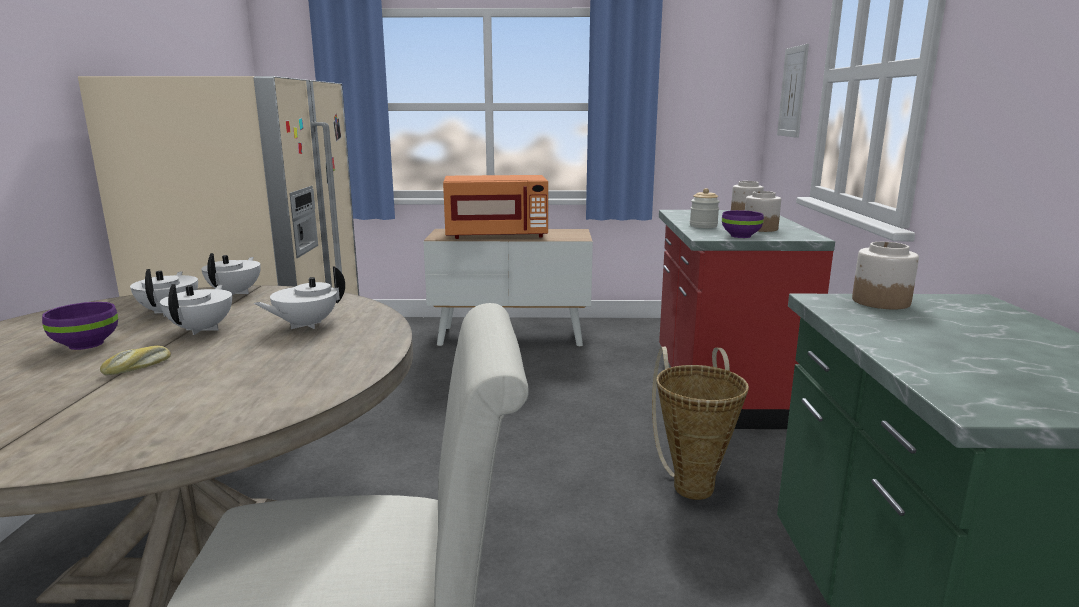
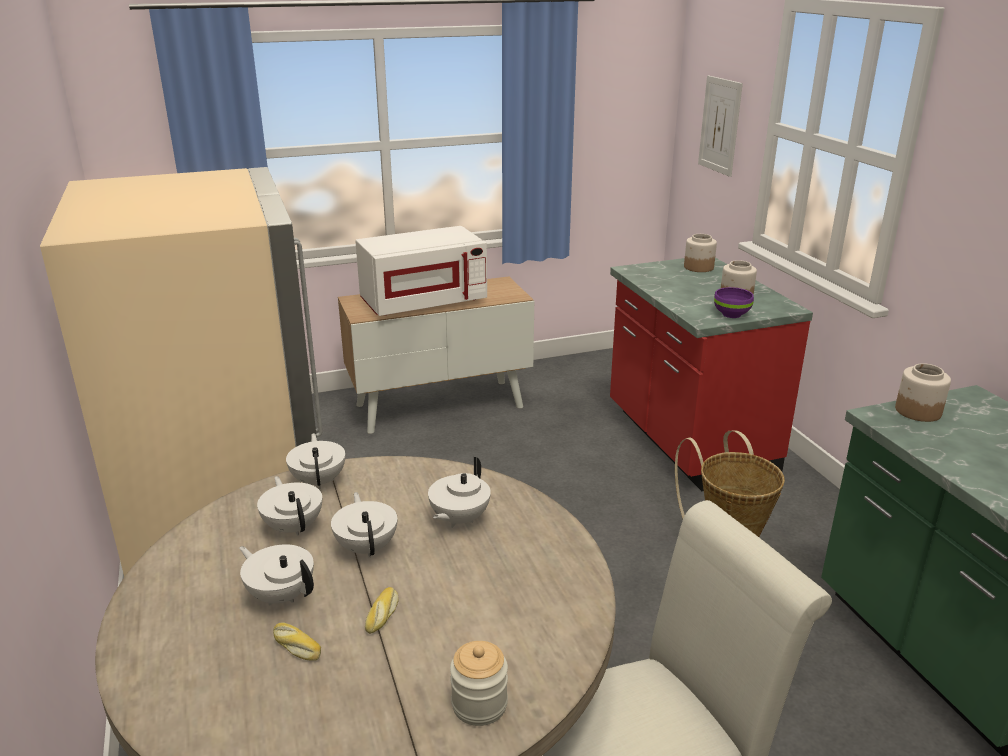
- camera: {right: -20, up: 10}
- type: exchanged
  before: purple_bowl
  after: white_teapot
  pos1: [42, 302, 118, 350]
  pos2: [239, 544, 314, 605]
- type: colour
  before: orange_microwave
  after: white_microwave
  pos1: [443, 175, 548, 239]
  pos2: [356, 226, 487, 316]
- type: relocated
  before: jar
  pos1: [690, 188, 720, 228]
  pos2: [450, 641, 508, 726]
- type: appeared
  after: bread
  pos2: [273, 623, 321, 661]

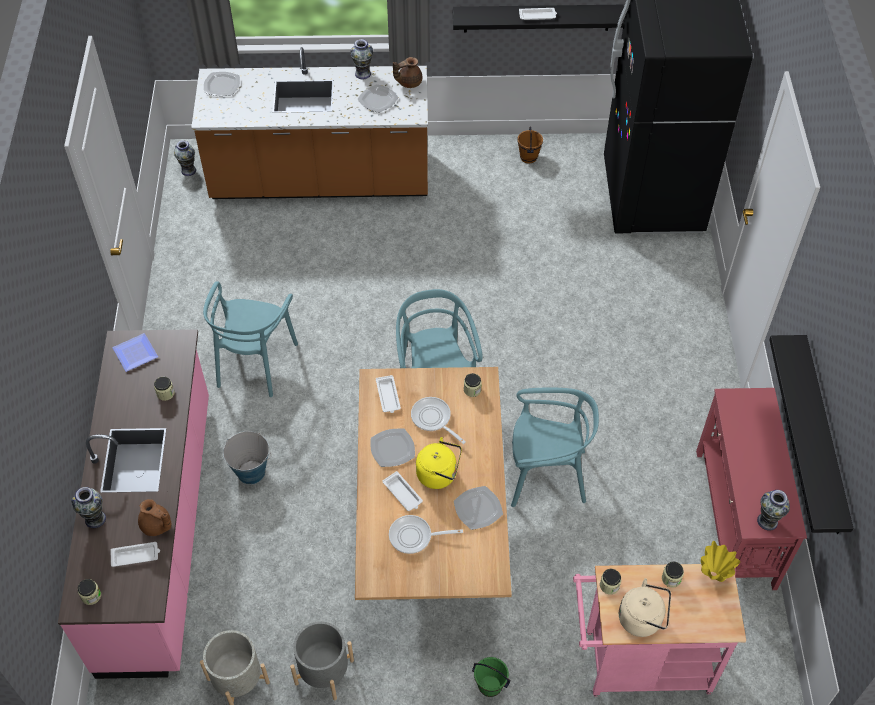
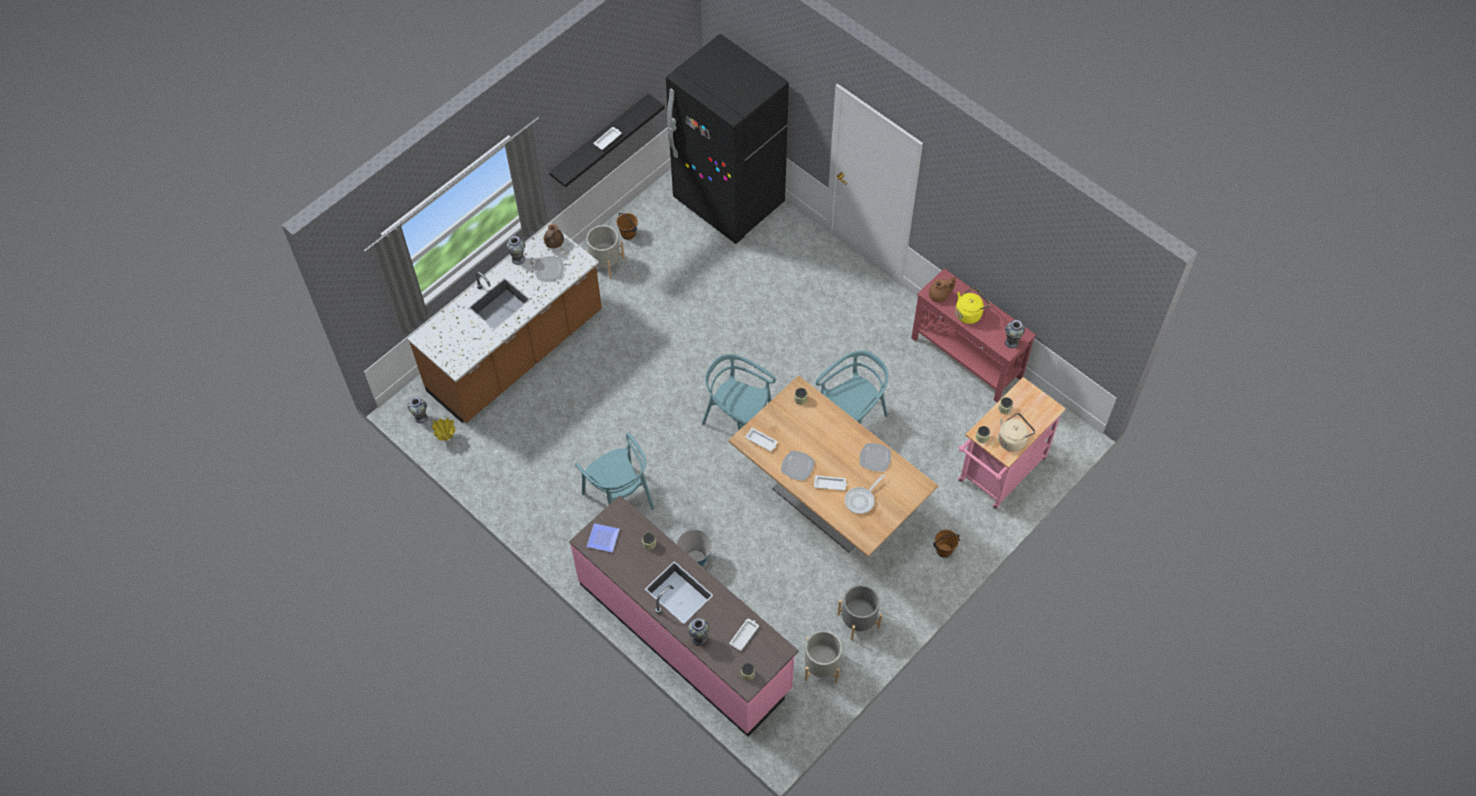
- camera: {right: -45, up: 5}
- type: relocated
  before: brown_teapot
  pos1: [138, 499, 171, 536]
  pos2: [929, 277, 956, 302]
- type: missing
  before: plate
  pos1: [204, 72, 240, 96]
- type: missing
  before: frying_pan
  pos1: [411, 397, 466, 444]
- type: relocated
  before: yellow_kettle
  pos1: [416, 437, 462, 489]
  pos2: [955, 288, 990, 324]
- type: colour
  before: green_bucket
  after: brown_bucket
  pos1: [472, 657, 511, 697]
  pos2: [933, 530, 960, 558]
- type: relocated
  before: yellow_vase
  pos1: [701, 541, 740, 582]
  pos2: [432, 417, 455, 441]
- type: missing
  before: black_shelf
  pos1: [769, 335, 853, 534]
- type: appeared
  after: grey_planter
  pos2: [585, 225, 625, 279]

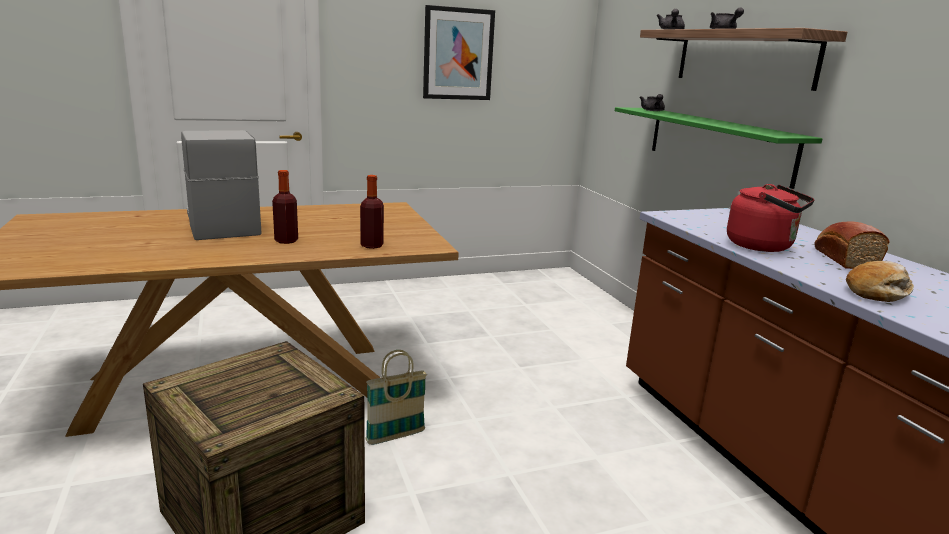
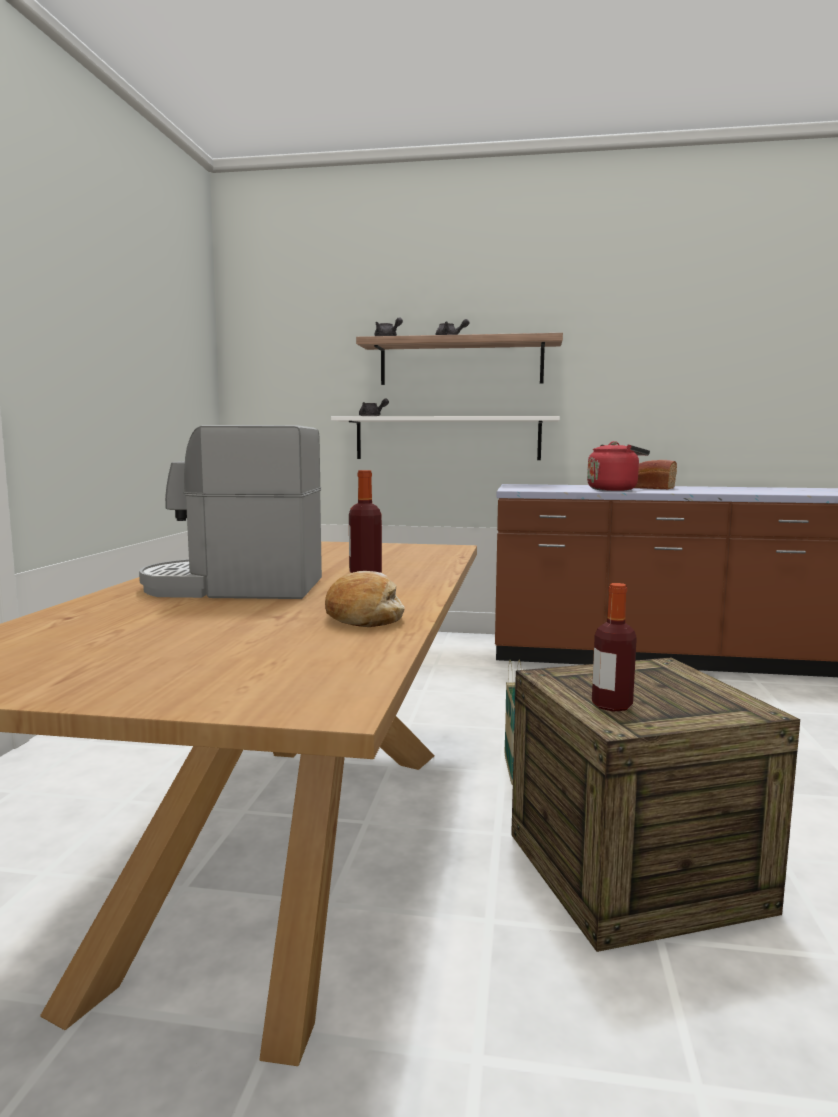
- camera: {right: -60, up: -10}
- type: relocated
  before: bottle
  pos1: [360, 175, 384, 249]
  pos2: [592, 583, 637, 712]
- type: missing
  before: picture
  pos1: [423, 5, 495, 100]
- type: colour
  before: green_shelf
  after: white_shelf
  pos1: [615, 107, 823, 189]
  pos2: [331, 416, 560, 460]
- type: relocated
  before: bread
  pos1: [846, 261, 914, 302]
  pos2: [325, 571, 405, 627]

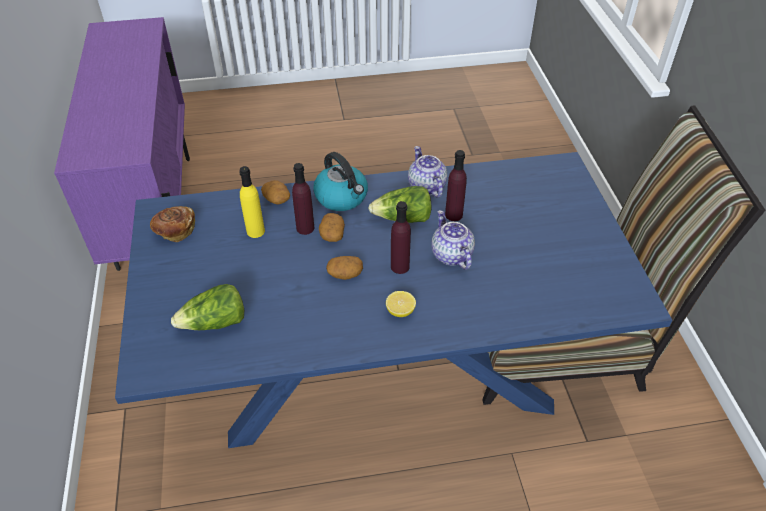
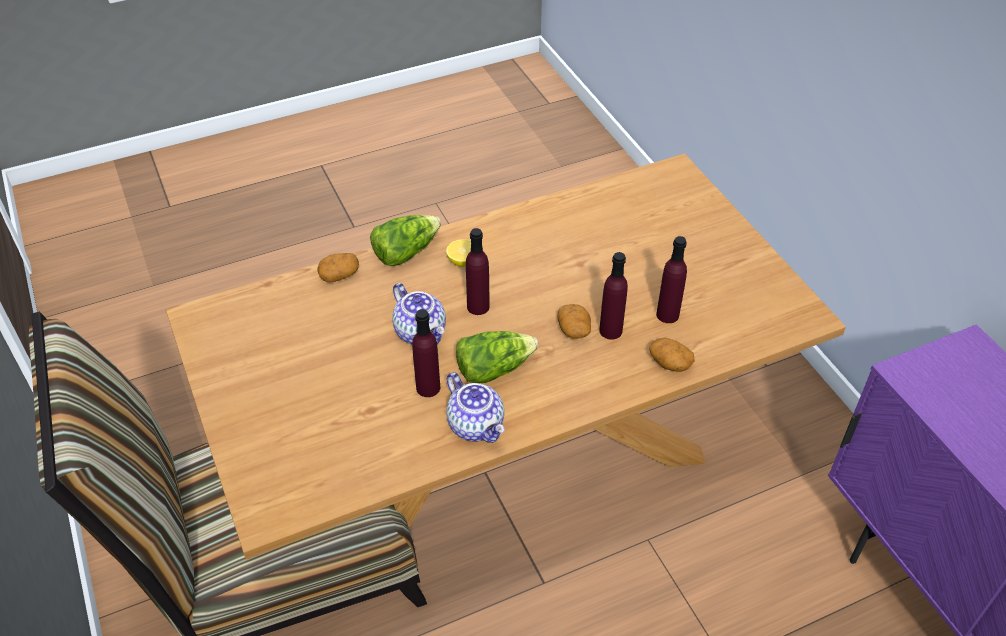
- camera: {right: 165, up: 0}
- type: colour
  before: blue_dining_table
  after: brown_dining_table
  pos1: [115, 152, 672, 448]
  pos2: [166, 154, 846, 560]
- type: missing
  before: bread
  pos1: [150, 206, 195, 242]
- type: relocated
  before: lettuce
  pos1: [171, 284, 244, 330]
  pos2: [370, 215, 441, 266]
- type: colour
  before: yellow_bottle
  after: purple_bottle
  pos1: [239, 166, 265, 238]
  pos2: [656, 236, 687, 323]
- type: missing
  before: kettle
  pos1: [313, 152, 368, 211]
- type: relocated
  before: potato
  pos1: [326, 256, 363, 280]
  pos2: [317, 253, 359, 282]

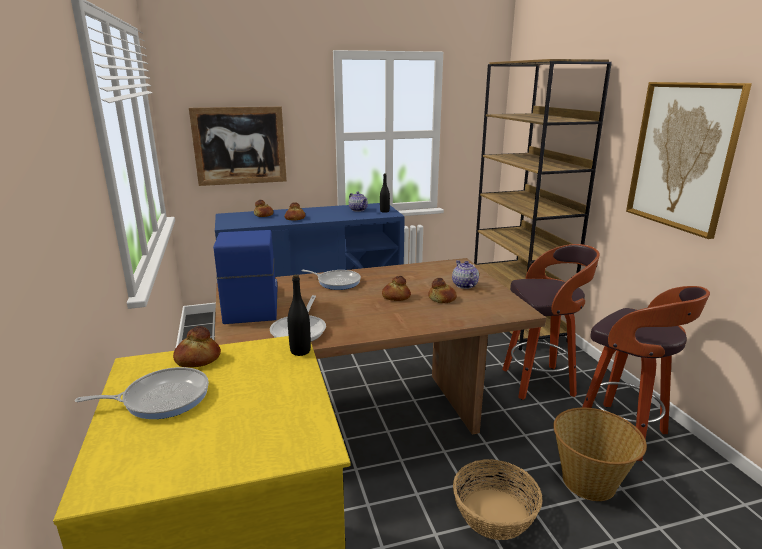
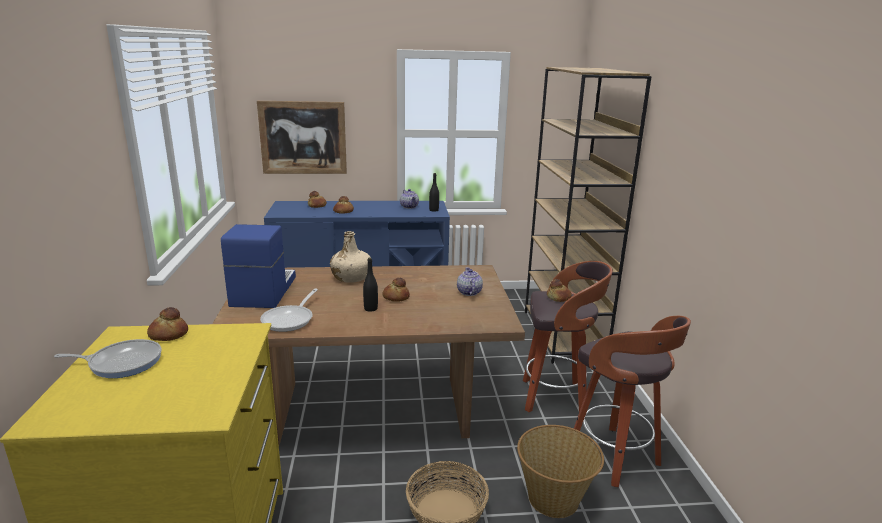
- camera: {right: 10, up: 0}
- type: relocated
  before: black_bottle
  pos1: [288, 275, 311, 356]
  pos2: [363, 258, 378, 312]
- type: exchanged
  before: frying_pan
  after: beige_bottle
  pos1: [301, 270, 361, 290]
  pos2: [330, 231, 371, 283]
- type: relocated
  before: bread
  pos1: [428, 278, 457, 303]
  pos2: [547, 279, 572, 302]
- type: missing
  before: picture
  pos1: [626, 82, 752, 239]

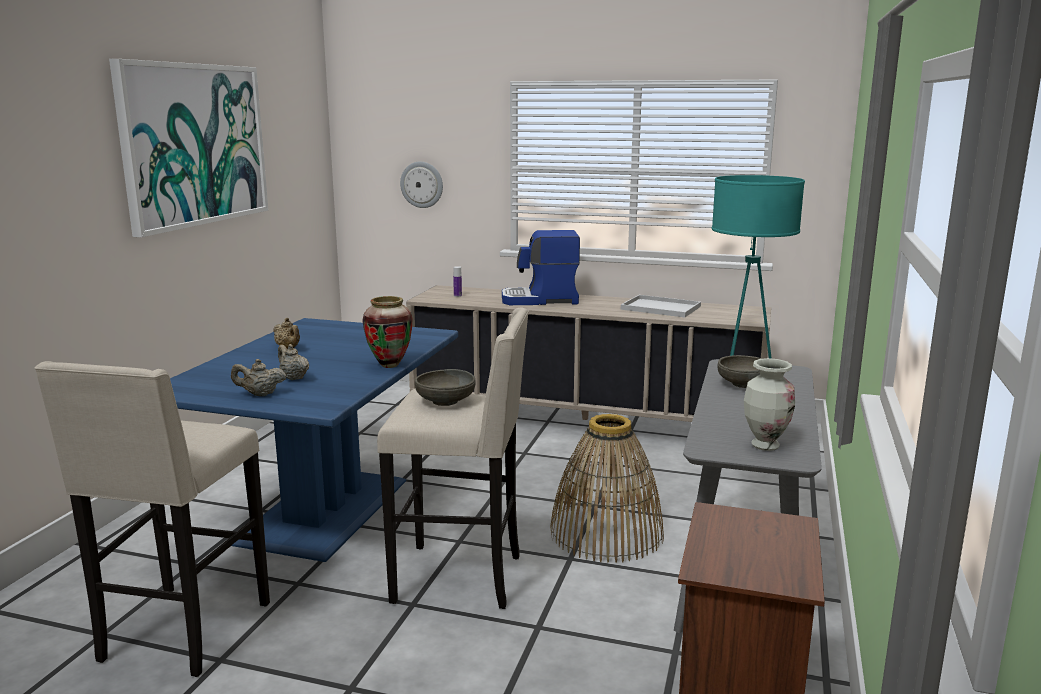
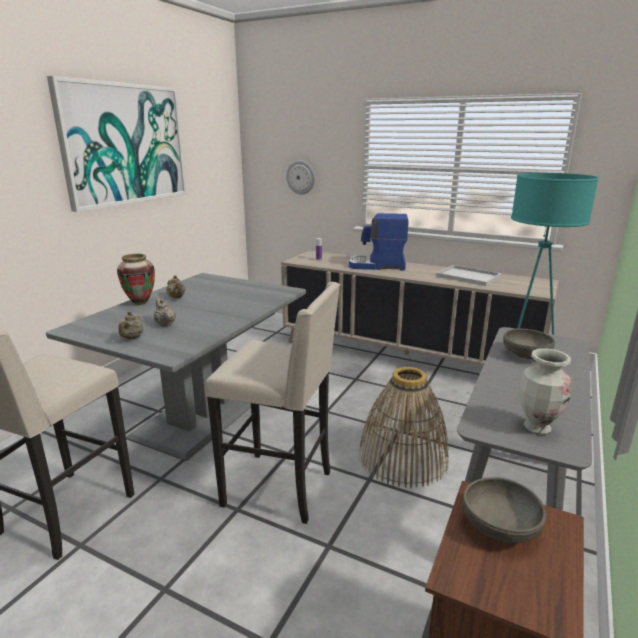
- camera: {right: 10, up: 5}
- type: colour
  before: blue_dining_table
  after: grey_dining_table
  pos1: [170, 318, 458, 562]
  pos2: [46, 273, 306, 461]
- type: spun
  before: beige_teapot
  pos1: [231, 359, 286, 396]
  pos2: [118, 311, 143, 339]
  turn: -90
- type: relocated
  before: vase
  pos1: [362, 296, 413, 368]
  pos2: [117, 254, 155, 305]
- type: relocated
  before: grey_bowl
  pos1: [415, 369, 476, 406]
  pos2: [463, 477, 546, 543]

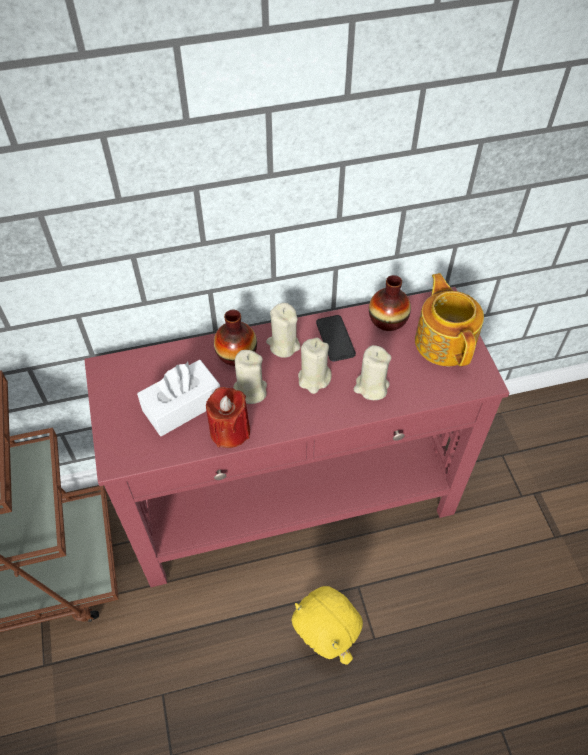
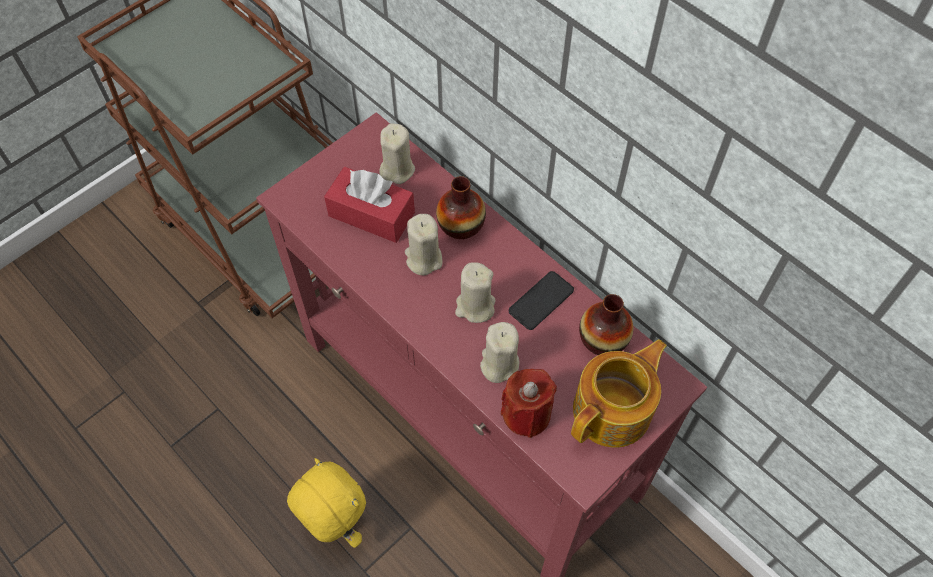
- camera: {right: 60, up: 5}
- type: colour
  before: white_tissue_box
  after: red_tissue_box
  pos1: [137, 360, 220, 436]
  pos2: [324, 167, 415, 243]
- type: relocated
  before: red_candle
  pos1: [206, 387, 250, 448]
  pos2: [501, 369, 557, 438]
- type: relocated
  before: beige_candle
  pos1: [266, 303, 300, 358]
  pos2: [379, 123, 415, 184]
- type: spun
  before: yellow_plush_toy
  pos1: [291, 586, 363, 665]
  pos2: [287, 458, 366, 548]
  turn: 120

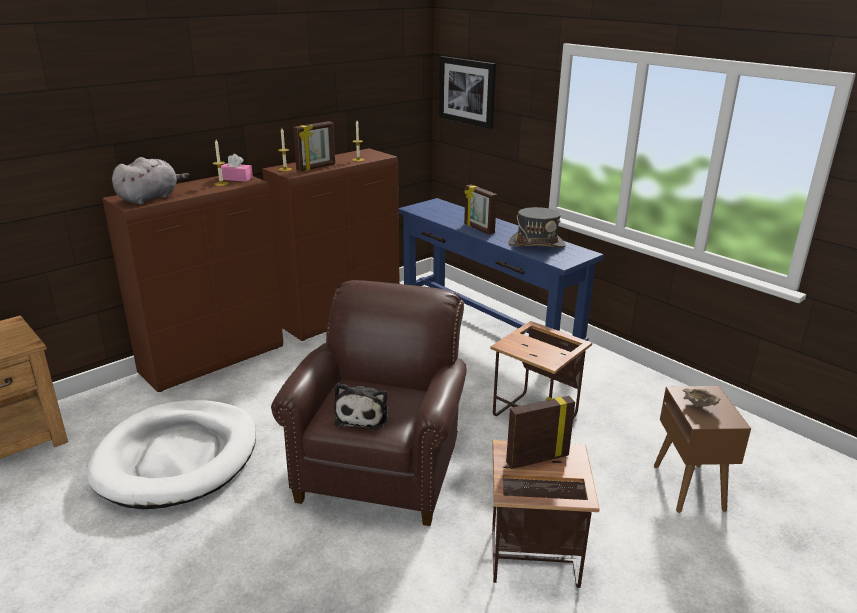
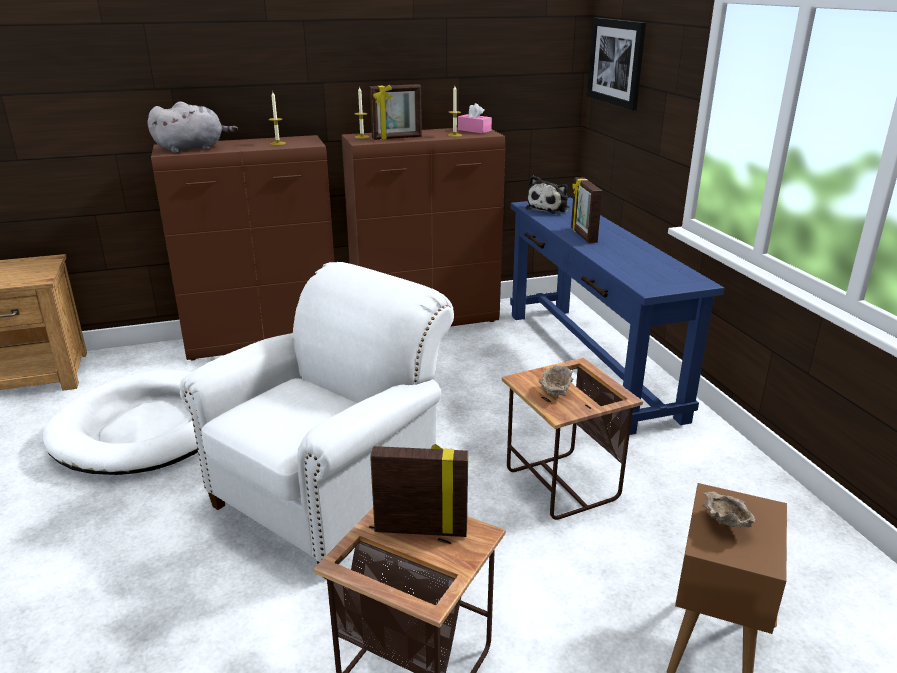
- camera: {right: 25, up: 0}
- type: relocated
  before: pink_tissue_box
  pos1: [221, 154, 253, 182]
  pos2: [458, 103, 492, 133]
- type: colour
  before: brown_armchair
  after: white_armchair
  pos1: [271, 280, 467, 526]
  pos2: [180, 262, 454, 580]
- type: relocated
  before: plush_toy
  pos1: [334, 383, 388, 430]
  pos2: [526, 175, 570, 213]
- type: missing
  before: grey_hat
  pos1: [508, 207, 566, 247]
- type: appeared
  after: beige_bowl
  pos2: [539, 365, 573, 397]

